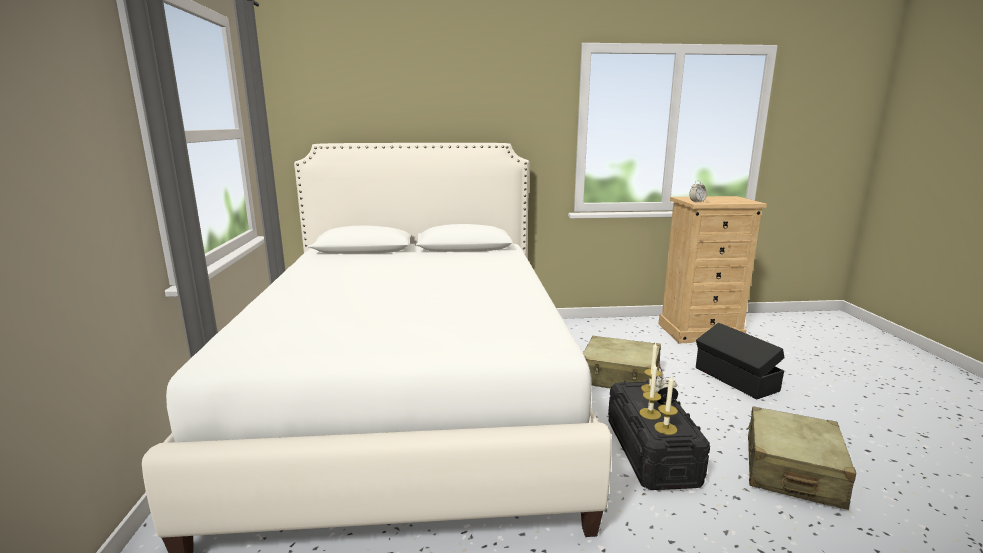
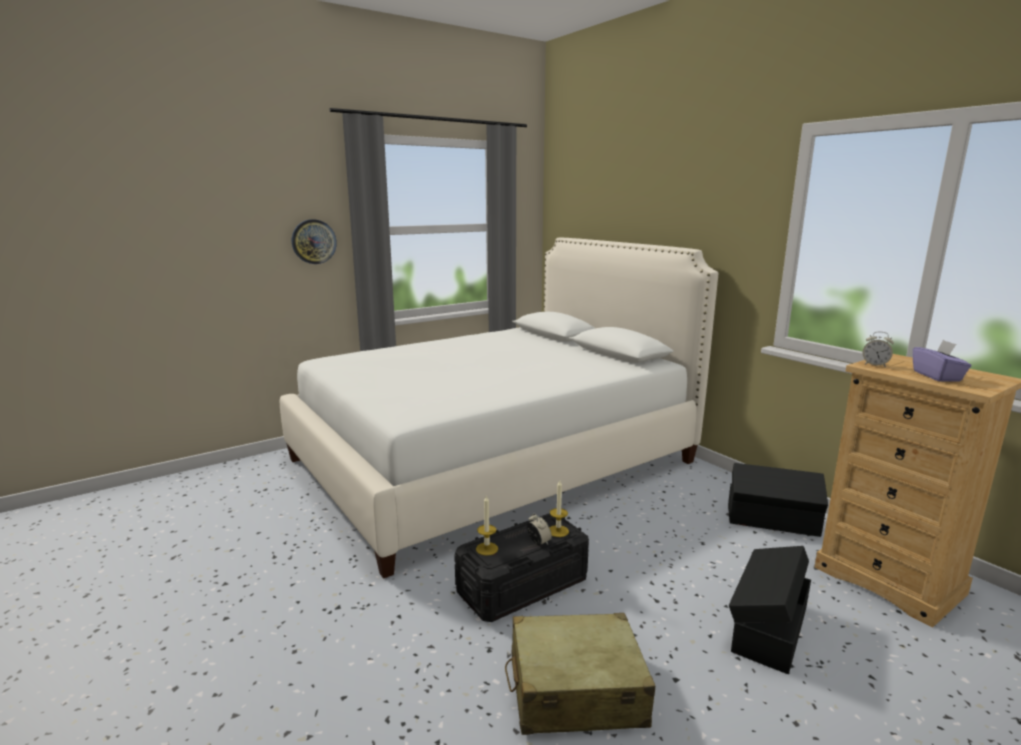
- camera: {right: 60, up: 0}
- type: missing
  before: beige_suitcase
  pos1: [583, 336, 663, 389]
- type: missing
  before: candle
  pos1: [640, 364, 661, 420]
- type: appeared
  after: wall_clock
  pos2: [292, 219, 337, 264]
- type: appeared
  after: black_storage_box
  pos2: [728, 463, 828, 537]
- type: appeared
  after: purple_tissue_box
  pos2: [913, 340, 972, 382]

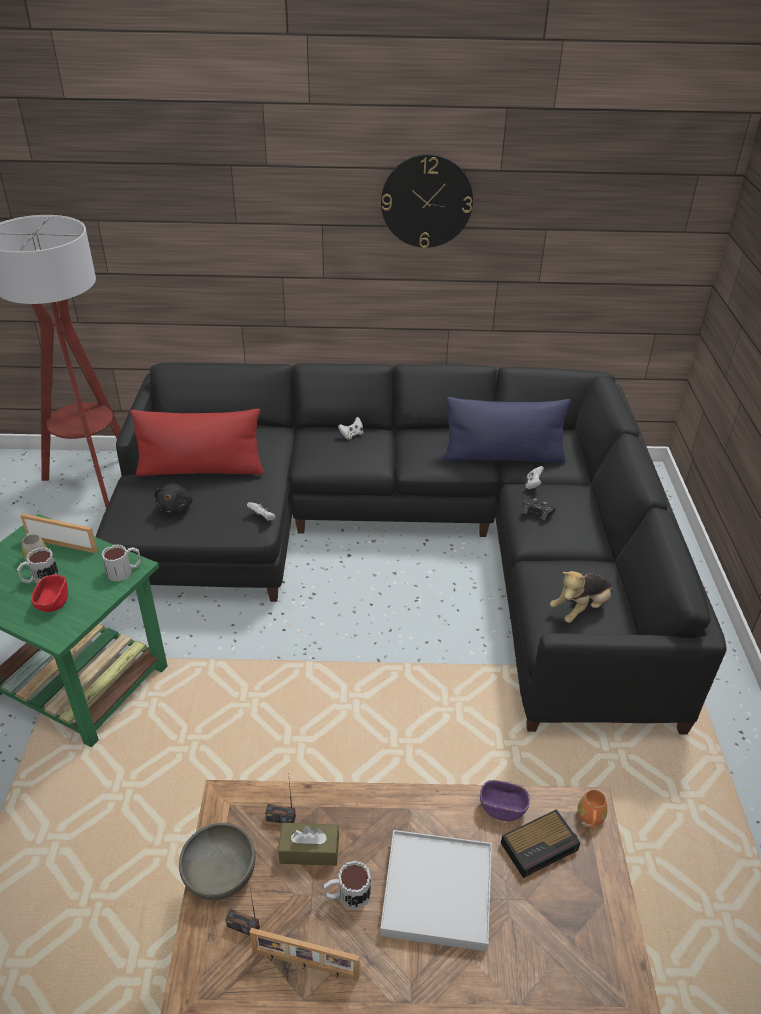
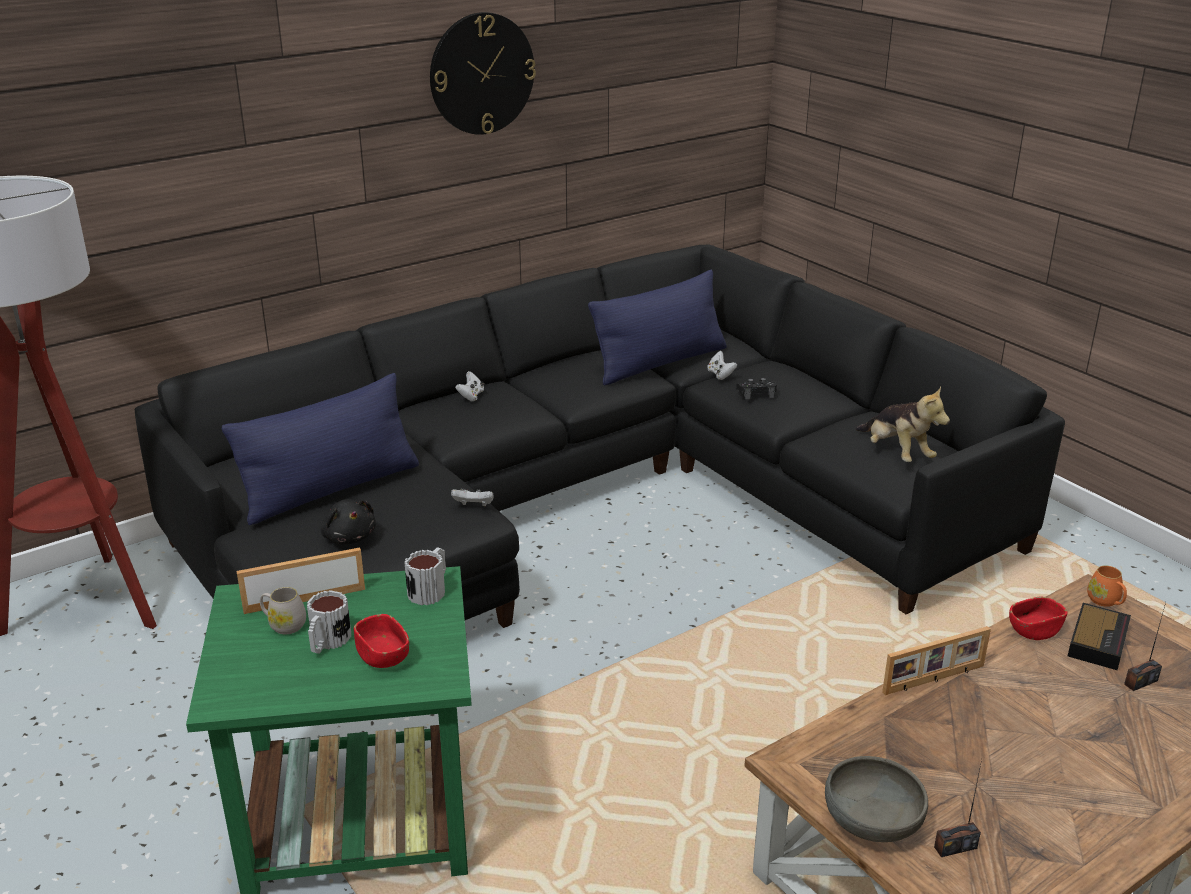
- camera: {right: -35, up: -10}
- type: colour
  before: red_pillow
  after: blue_pillow
  pos1: [130, 409, 264, 476]
  pos2: [222, 373, 419, 525]
- type: relocated
  before: picture_frame
  pos1: [249, 928, 360, 980]
  pos2: [882, 626, 991, 695]
- type: relocated
  before: radio
  pos1: [265, 772, 296, 823]
  pos2: [1124, 603, 1166, 691]
- type: missing
  before: brown_tissue_box
  pos1: [278, 823, 339, 866]
- type: missing
  before: mug
  pos1: [324, 861, 371, 910]
- type: missing
  before: white_tray
  pos1: [380, 830, 492, 951]
- type: colour
  before: purple_bowl
  after: red_bowl
  pos1: [480, 780, 530, 821]
  pos2: [1009, 597, 1067, 640]
- type: spun
  before: plush_toy
  pos1: [550, 571, 613, 623]
  pos2: [855, 387, 950, 462]
  turn: -45

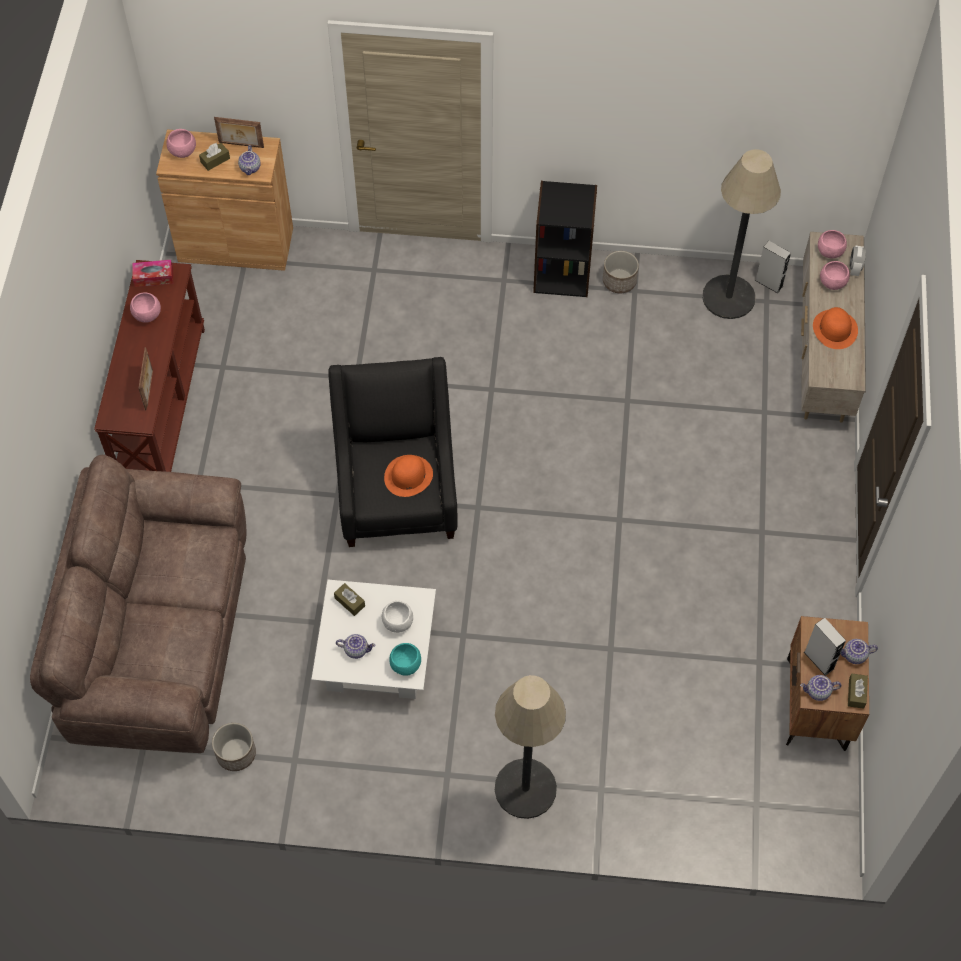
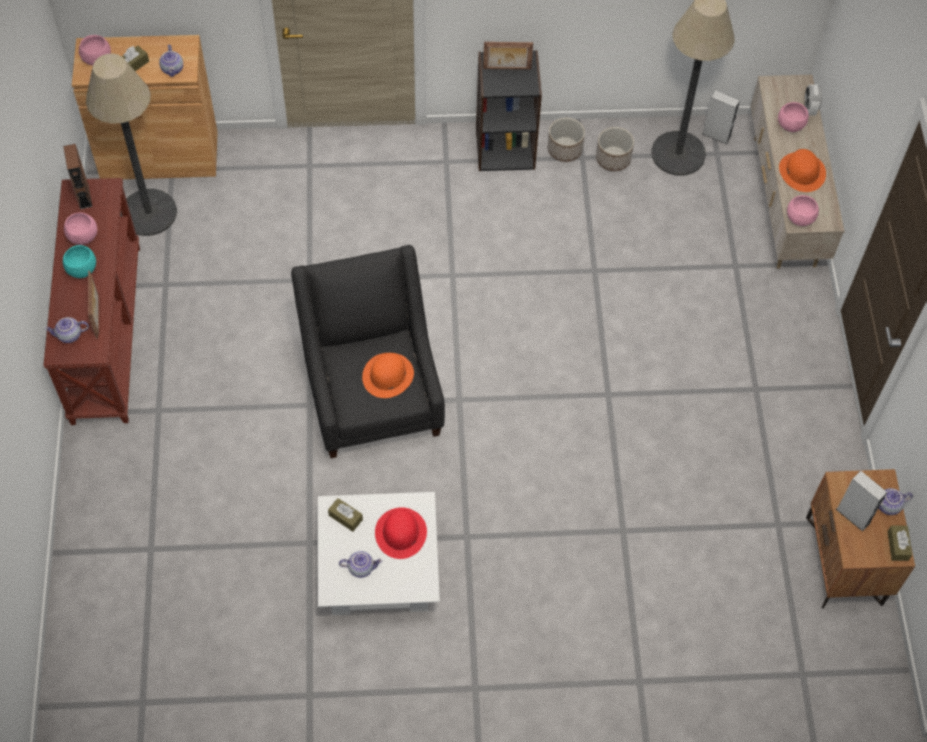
- camera: {right: -10, up: 0}
- type: missing
  before: brown_sofa
  pos1: [30, 455, 247, 753]
- type: exchanged
  before: tissue_box
  after: brown_speaker
  pos1: [132, 260, 173, 287]
  pos2: [63, 144, 92, 209]
- type: relocated
  before: planter
  pos1: [212, 723, 256, 771]
  pos2: [596, 127, 634, 171]
- type: relocated
  before: picture_frame
  pos1: [214, 117, 264, 148]
  pos2: [483, 42, 533, 70]
- type: exchanged
  before: white_bowl
  after: red_hat
  pos1: [382, 601, 413, 633]
  pos2: [375, 507, 427, 559]
- type: relocated
  before: turquoise_bowl
  pos1: [389, 643, 421, 676]
  pos2: [63, 245, 96, 278]
- type: relocated
  before: floor_lamp
  pos1: [495, 675, 566, 819]
  pos2: [86, 54, 177, 236]
- type: relocated
  before: teapot
  pos1: [800, 675, 841, 701]
  pos2: [45, 317, 89, 343]
- type: relocated
  before: pink_bowl
  pos1: [818, 230, 847, 258]
  pos2: [787, 195, 819, 226]

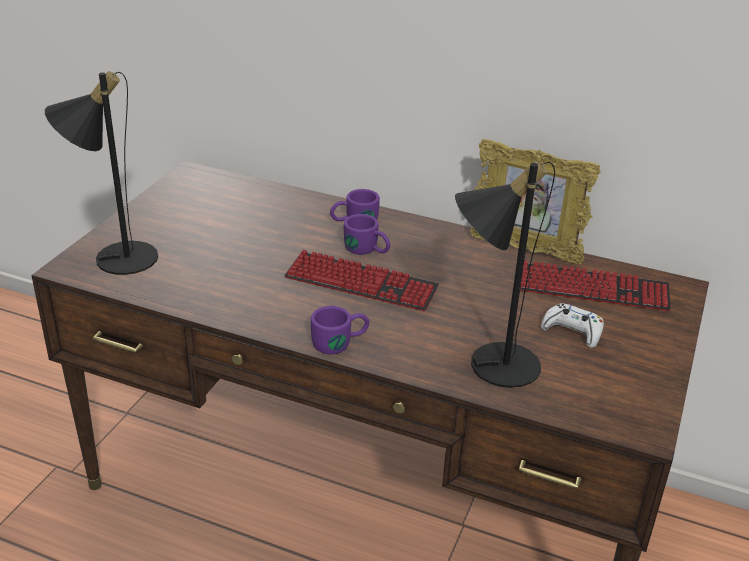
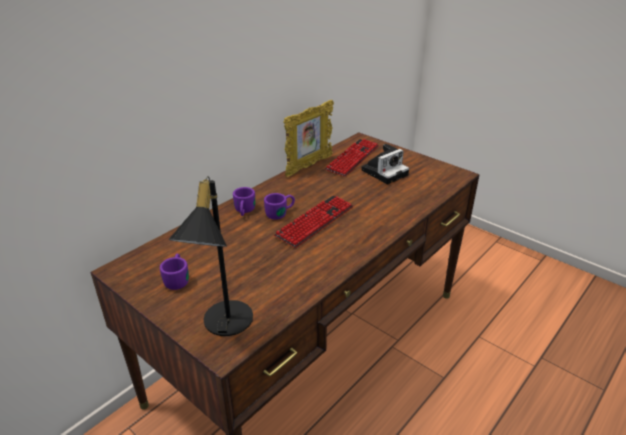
- camera: {right: -70, up: 0}
- type: relocated
  before: purple_mug
  pos1: [311, 306, 370, 354]
  pos2: [160, 254, 189, 290]
- type: missing
  before: black_table_lamp
  pos1: [455, 160, 555, 388]
- type: exchanged
  before: white_game_controller
  after: photo_camera
  pos1: [541, 303, 604, 348]
  pos2: [361, 144, 409, 185]

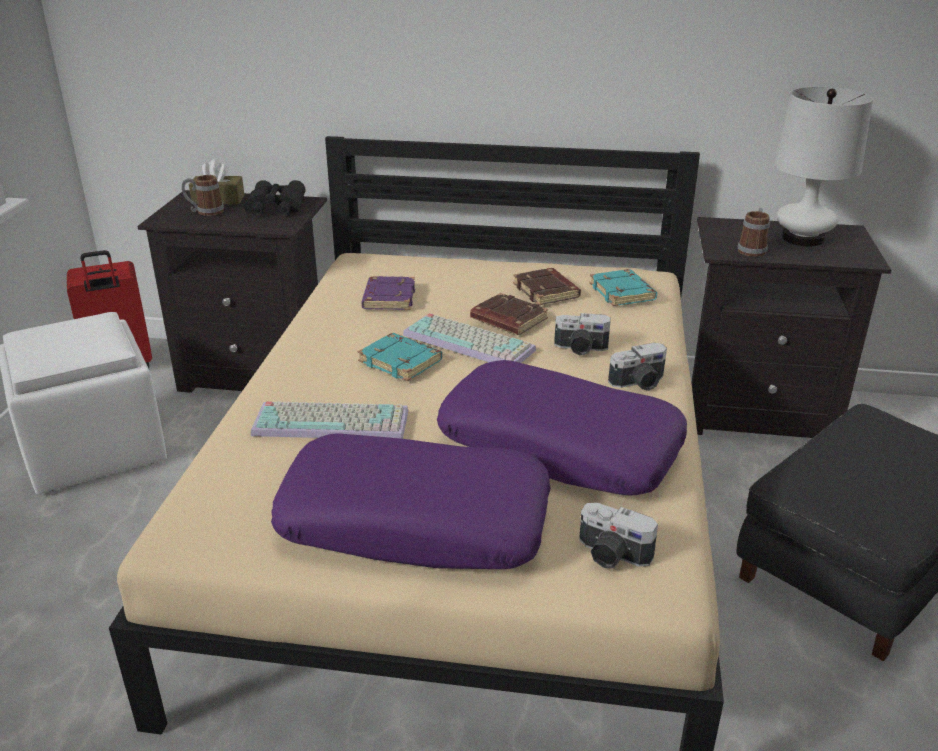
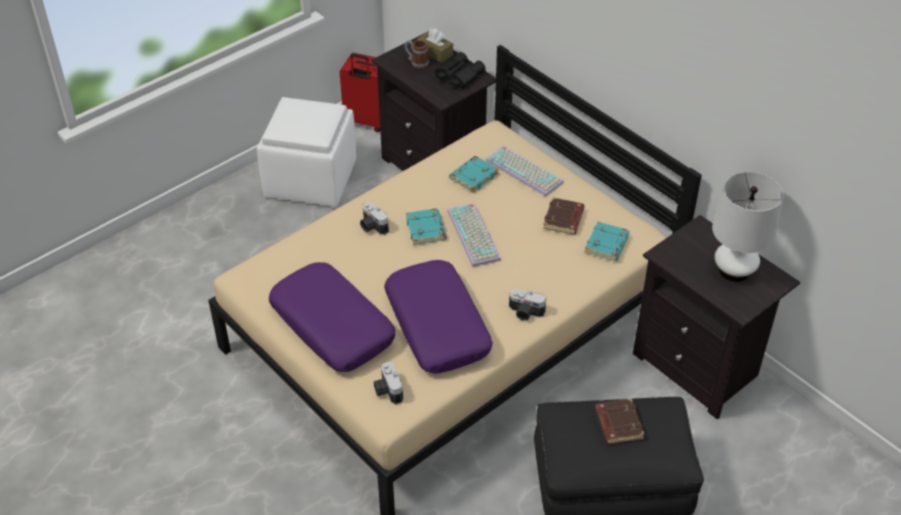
- camera: {right: 40, up: 15}
- type: relocated
  before: keyboard
  pos1: [251, 401, 408, 439]
  pos2: [486, 146, 564, 196]
- type: colour
  before: purple_book
  after: turquoise_book
  pos1: [362, 276, 415, 310]
  pos2: [449, 156, 498, 193]
- type: relocated
  before: brown_book
  pos1: [470, 293, 548, 335]
  pos2: [595, 398, 645, 444]
- type: relocated
  before: photo_camera
  pos1: [554, 313, 611, 356]
  pos2: [360, 202, 389, 235]
- type: missing
  before: mug
  pos1: [738, 208, 770, 257]

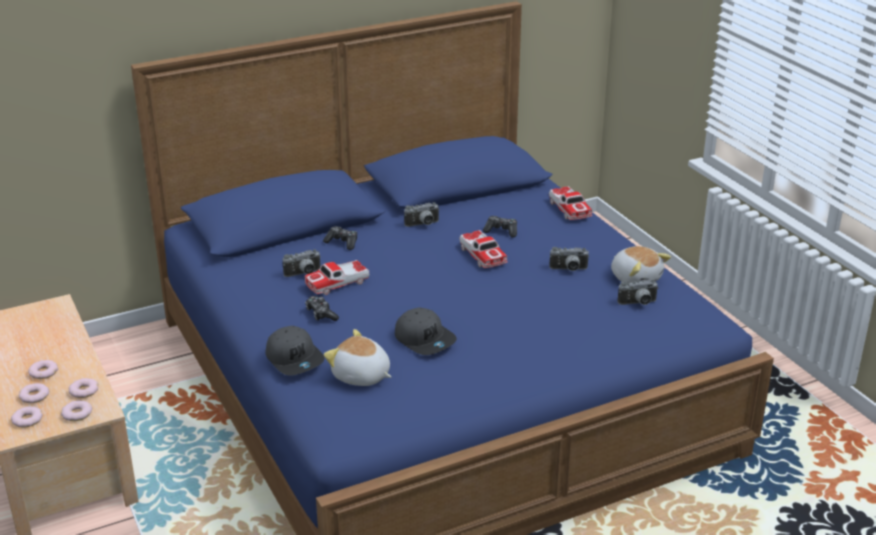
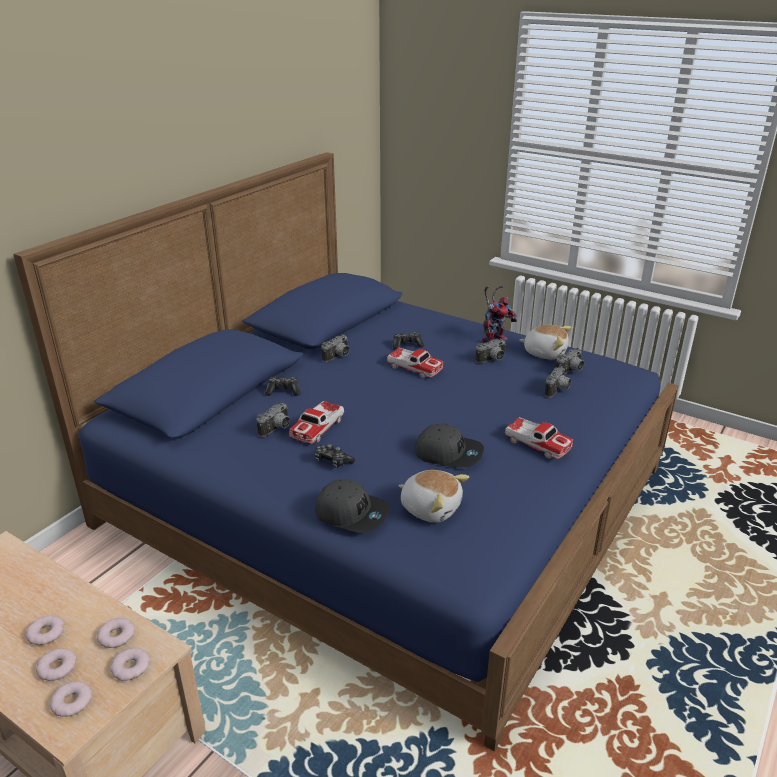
- camera: {right: -30, up: 0}
- type: spun
  before: plush_toy
  pos1: [324, 329, 391, 386]
  pos2: [398, 470, 469, 523]
  turn: -150
- type: relocated
  before: toy_car
  pos1: [549, 186, 593, 220]
  pos2: [505, 417, 573, 459]
- type: appeared
  after: toy_robot
  pos2: [482, 285, 517, 343]
- type: appeared
  after: photo_camera
  pos2: [545, 366, 571, 398]

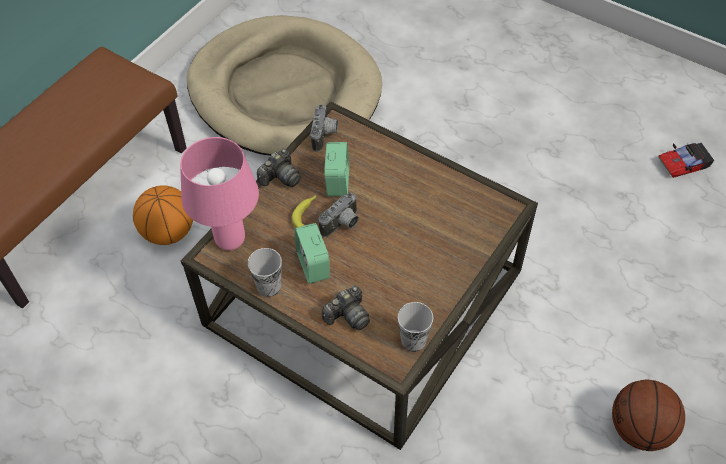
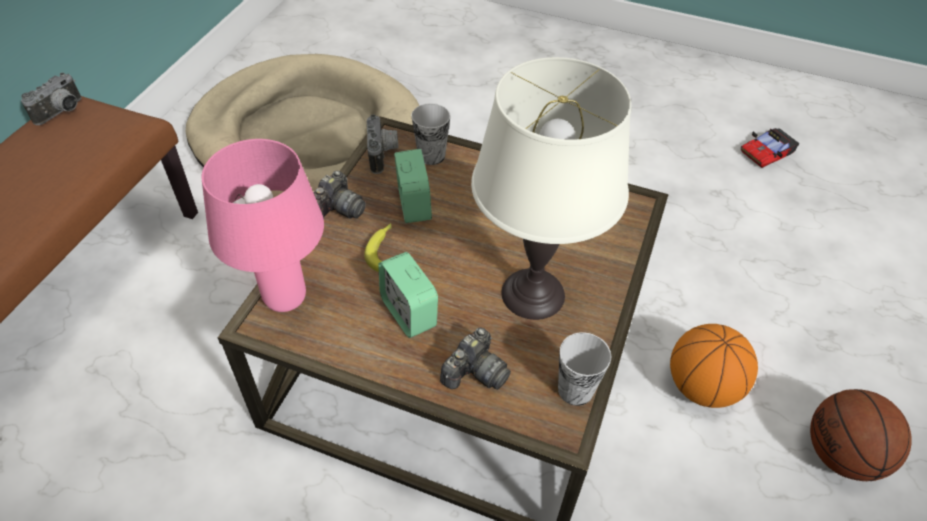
- camera: {right: -15, up: -5}
- type: relocated
  before: basketball
  pos1: [133, 185, 193, 245]
  pos2: [670, 324, 758, 408]
- type: relocated
  before: cup
  pos1: [248, 248, 282, 297]
  pos2: [411, 103, 451, 165]
- type: relocated
  before: photo_camera
  pos1: [319, 193, 359, 237]
  pos2: [21, 73, 81, 125]
- type: appeared
  after: white_table_lamp
  pos2: [471, 57, 632, 320]

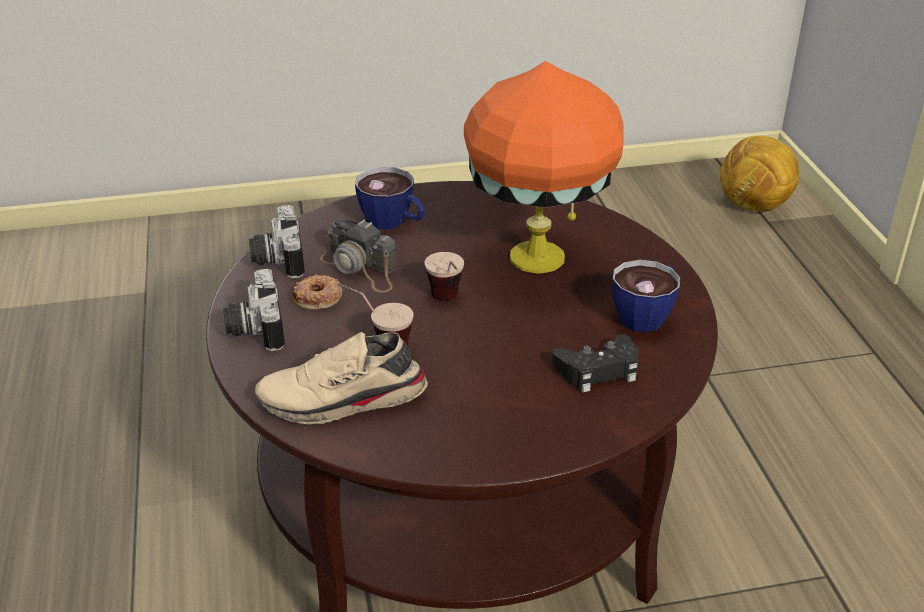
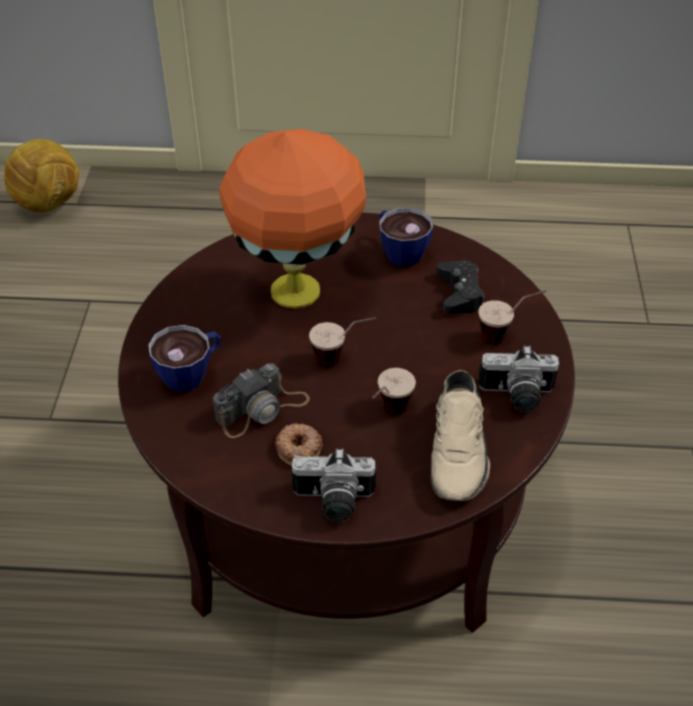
- camera: {right: -75, up: 10}
- type: relocated
  before: photo_camera
  pos1: [248, 205, 305, 279]
  pos2: [478, 345, 559, 413]
- type: appeared
  after: cup
  pos2: [479, 290, 546, 345]

